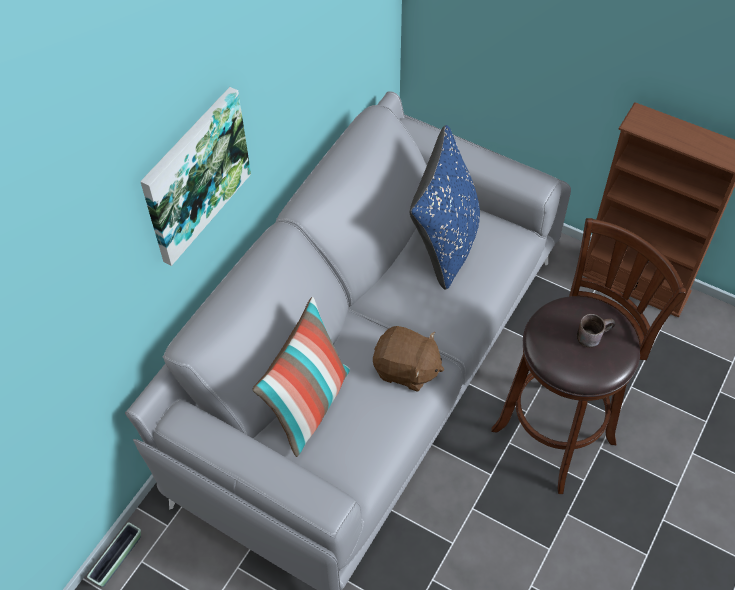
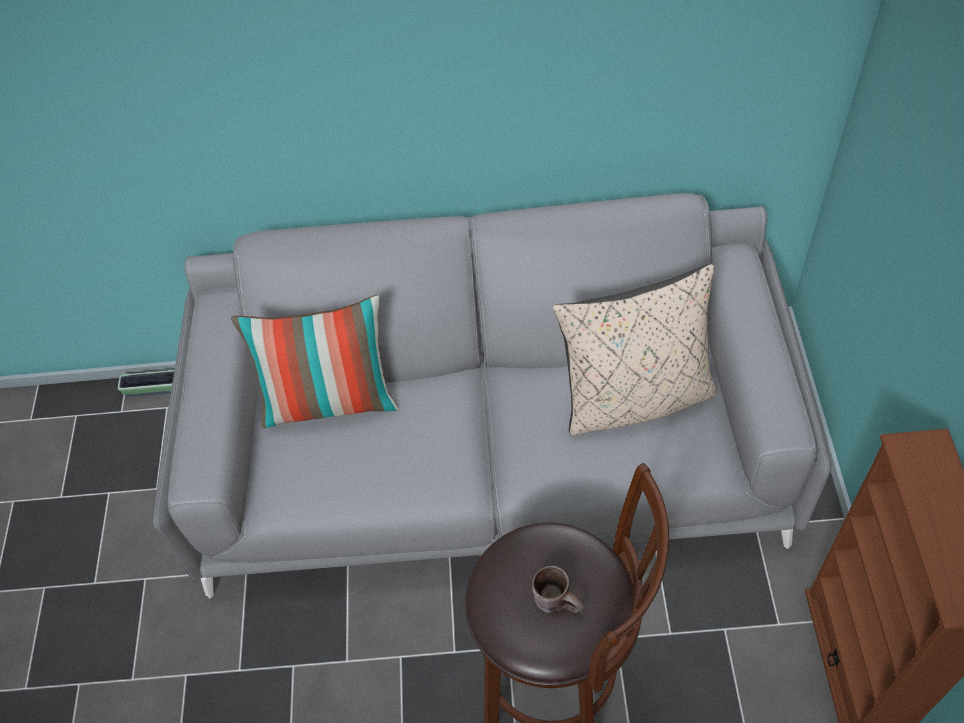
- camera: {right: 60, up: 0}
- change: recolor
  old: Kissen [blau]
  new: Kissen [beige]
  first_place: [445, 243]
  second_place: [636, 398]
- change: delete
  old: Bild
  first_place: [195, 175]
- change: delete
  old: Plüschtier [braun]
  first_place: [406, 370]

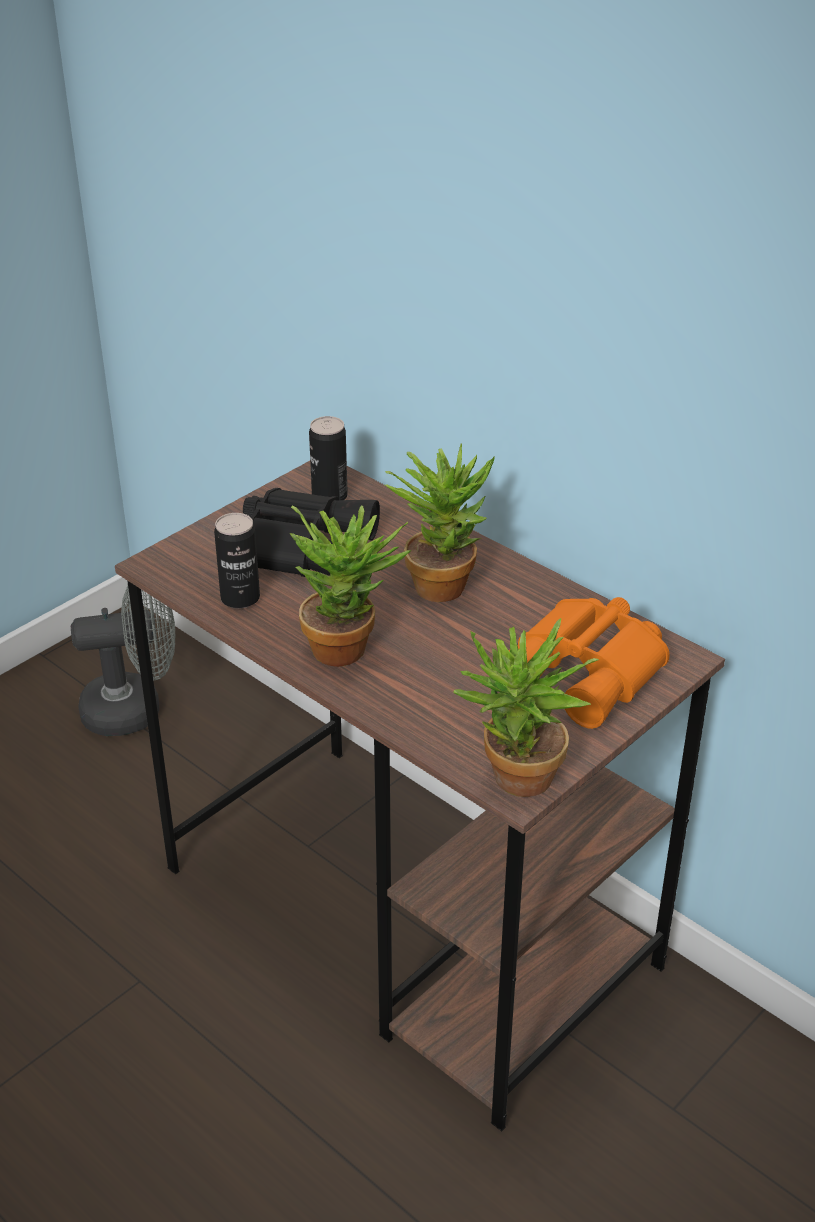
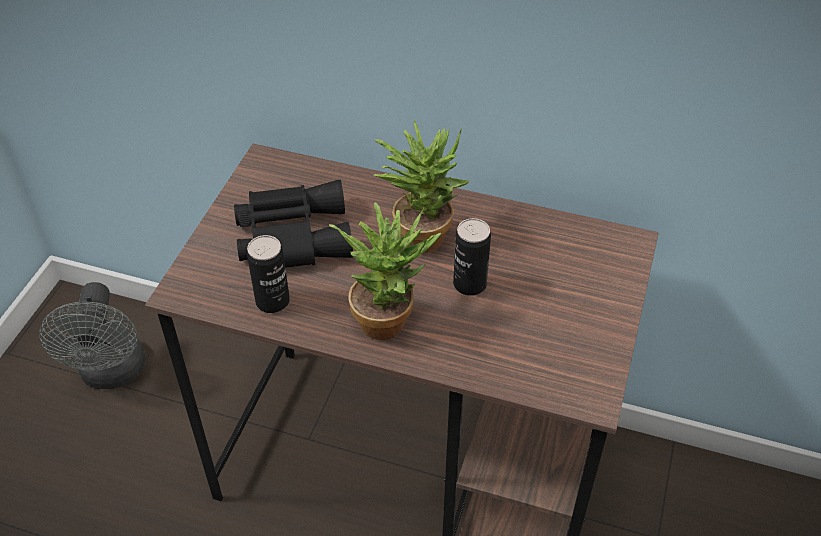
- camera: {right: -25, up: 10}
- change: rotate
  old: Ventilator [grau]
  first_place: [135, 709]
  second_place: [112, 374]
  degrees: 120
- change: move
  old: Dose
  first_place: [329, 496]
  second_place: [469, 284]
- change: delete
  old: Topfpflanze
  first_place: [515, 784]
- change: delete
  old: Fernglas [orange]
  first_place: [588, 672]

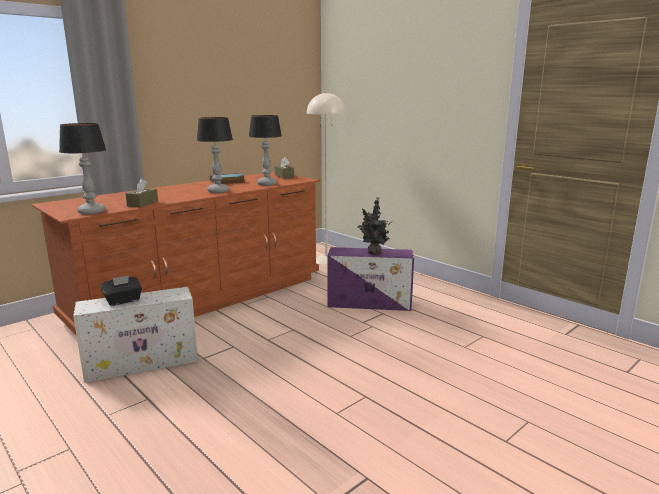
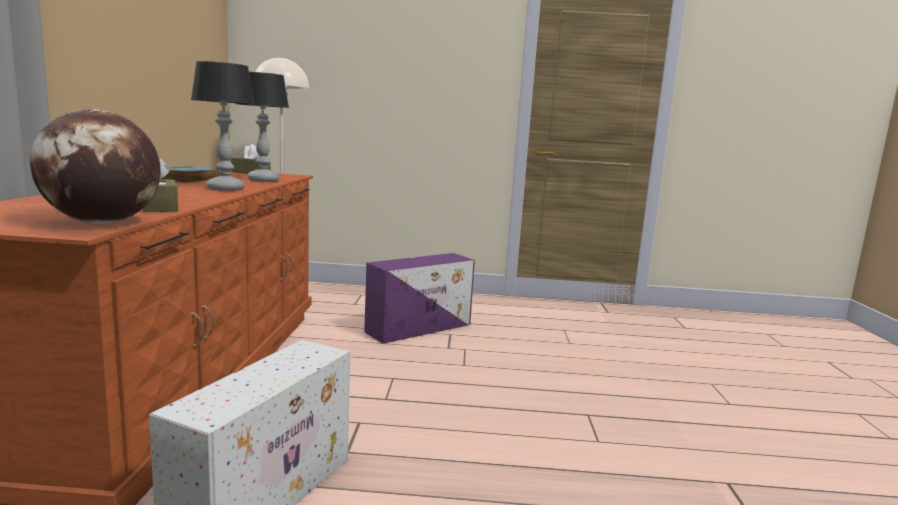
- camera: {right: -45, up: -5}
- change: replace
  old: Tischlampe
  new: Globus
  first_place: [92, 212]
  second_place: [103, 223]
- change: delete
  old: Taschentuchbox [schwarz]
  first_place: [123, 300]
- change: delete
  old: Topfpflanze
  first_place: [373, 253]

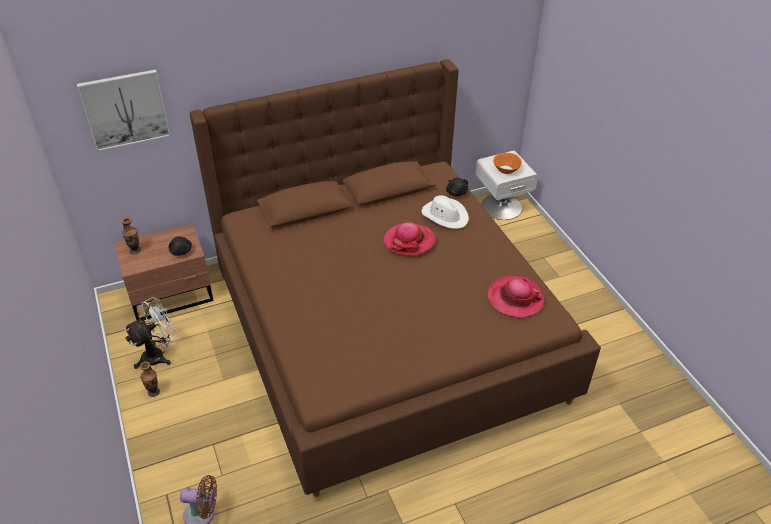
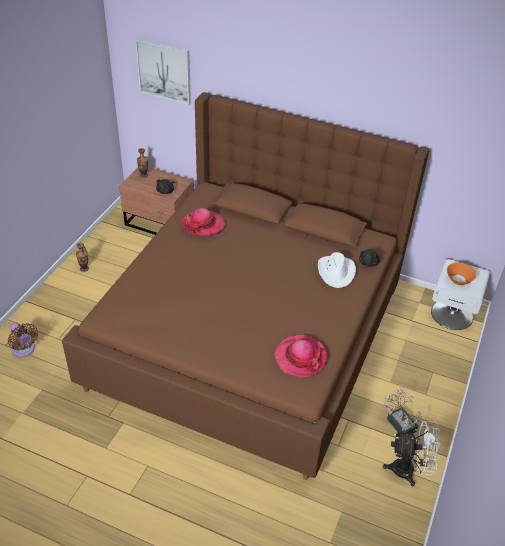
- camera: {right: 45, up: 0}
- change: move
  old: Hut
  first_place: [409, 241]
  second_place: [203, 225]
- change: insert
  new: Topfpflanze
  second_place: [399, 422]
- change: move
  old: Ventilator [weiß]
  first_place: [159, 355]
  second_place: [409, 470]

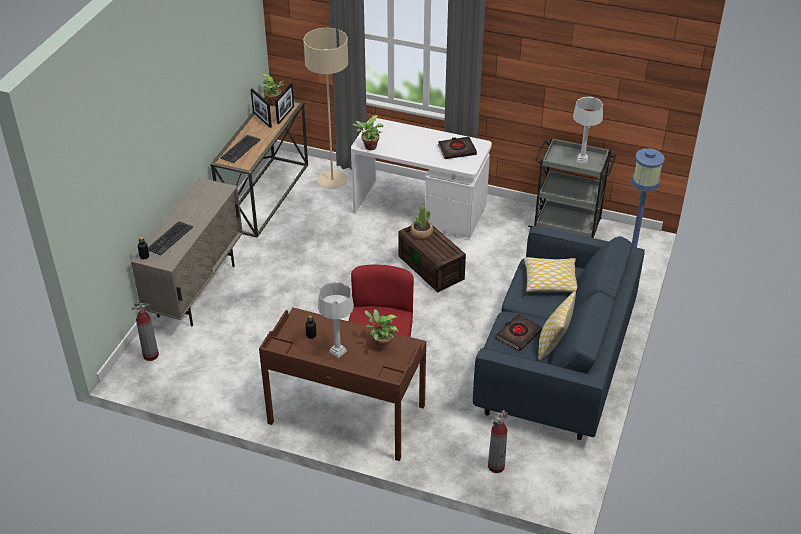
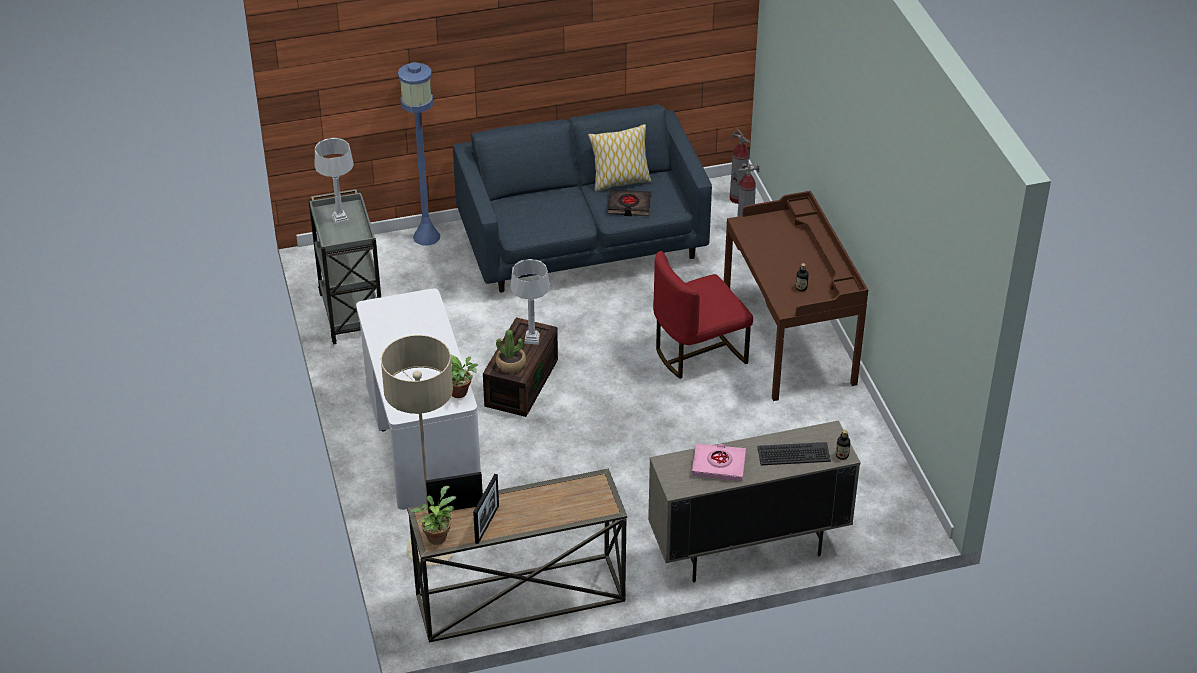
- camera: {right: -125, up: 0}
- change: move
  old: Tischlampe [grau]
  first_place: [338, 351]
  second_place: [531, 339]
- change: insert
  new: Buch [rosa]
  second_place: [718, 465]
- change: move
  old: Feuerlöscher
  first_place: [150, 355]
  second_place: [738, 198]
- change: delete
  old: Tastatur
  first_place: [240, 149]
- change: delete
  old: Topfpflanze
  first_place: [381, 345]
- change: delete
  old: Buch [schwarz]
  first_place: [457, 150]
- change: delete
  old: Kissen
  first_place: [550, 281]

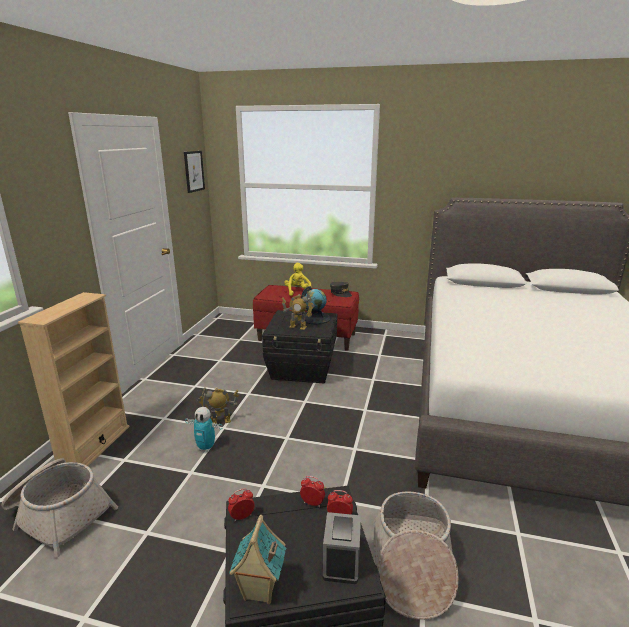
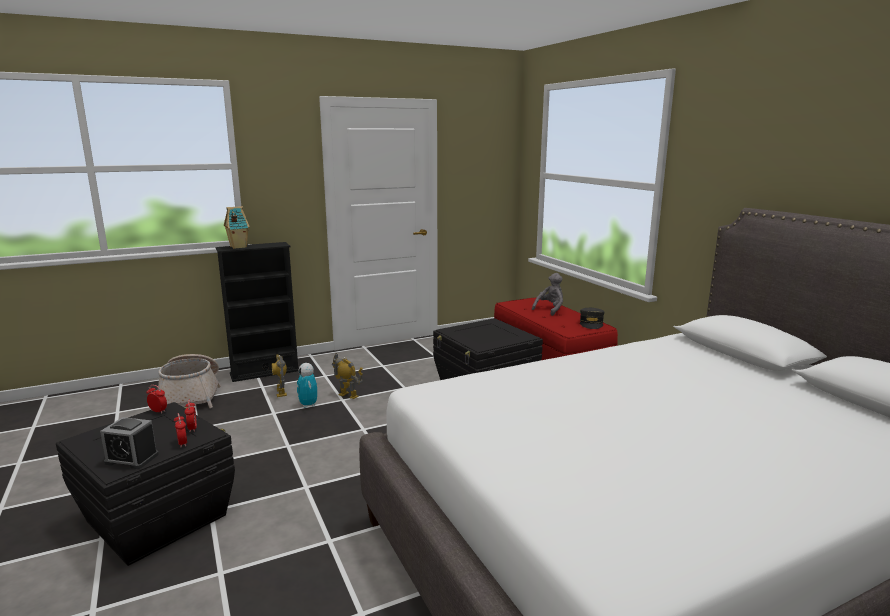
- camera: {right: 50, up: -5}
- change: rotate
  old: Wecker
  first_place: [341, 561]
  second_place: [132, 459]
  degrees: -135
- change: recolor
  old: Bücherregal [beige]
  new: Bücherregal [schwarz]
  first_place: [95, 447]
  second_place: [265, 372]
- change: move
  old: Spielzeughaus
  first_place: [259, 590]
  second_place: [238, 247]
- change: move
  old: Spielzeugroboter
  first_place: [298, 327]
  second_place: [281, 392]
- change: recolor
  old: Plüschtier [gelb]
  new: Plüschtier [grau]
  first_place: [297, 292]
  second_place: [550, 309]
- change: delete
  old: Bild
  first_place: [193, 171]
- change: delete
  old: Globus
  first_place: [315, 318]
- change: delete
  old: Korb
  first_place: [411, 566]

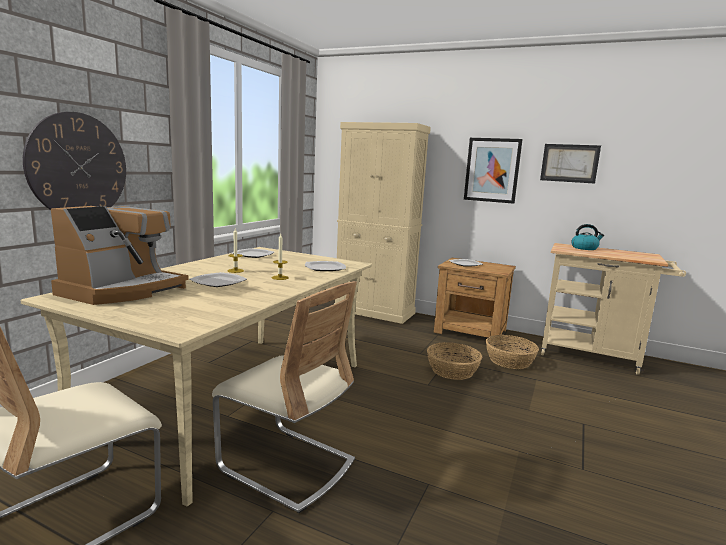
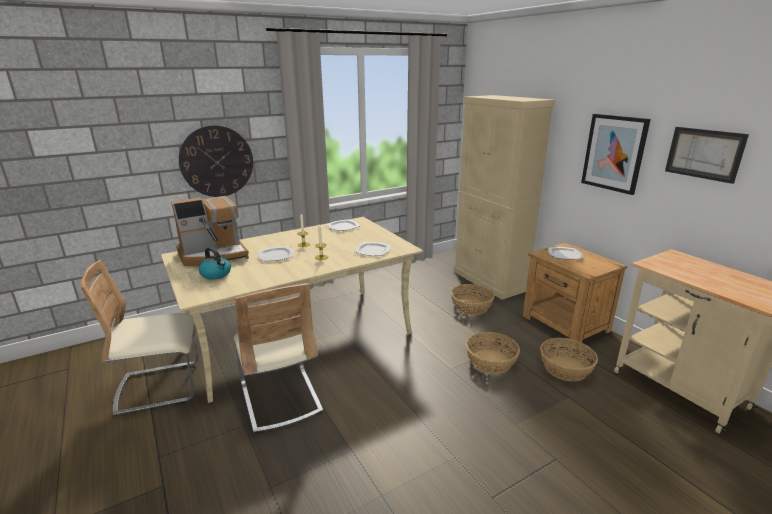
- camera: {right: 35, up: 10}
- change: move
  old: Wasserkessel
  first_place: [585, 248]
  second_place: [216, 274]
- change: insert
  new: Korb
  second_place: [471, 307]

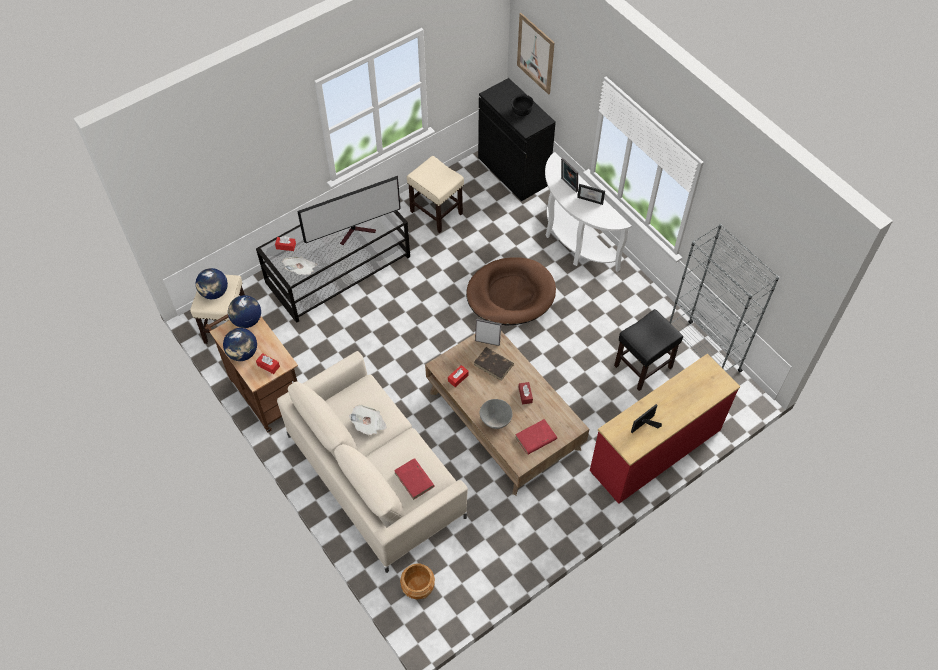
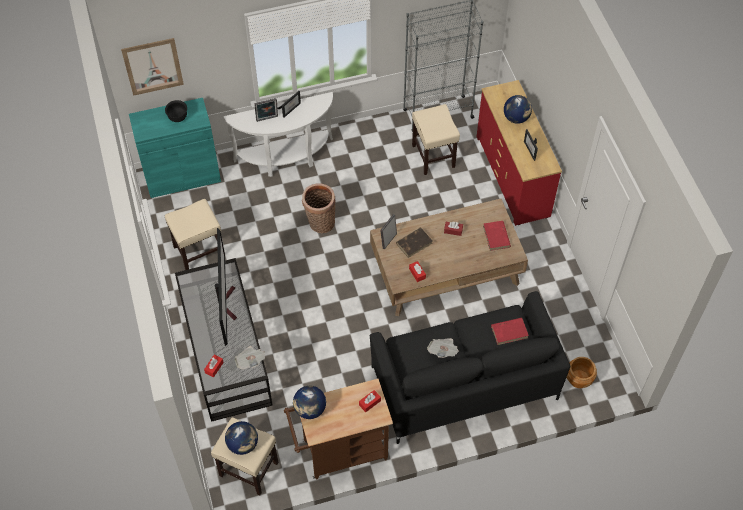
- camera: {right: -70, up: 0}
- change: recolor
  old: Schrank [schwarz]
  new: Schrank [türkis]
  first_place: [513, 171]
  second_place: [182, 176]
- change: replace
  old: Hundebett [braun]
  new: Korb
  first_place: [510, 294]
  second_place: [320, 223]
- change: recolor
  old: Sofa [beige]
  new: Sofa [schwarz]
  first_place: [375, 476]
  second_place: [464, 382]
- change: recolor
  old: Hocker [schwarz]
  new: Hocker [beige]
  first_place: [642, 367]
  second_place: [433, 156]
- change: move
  old: Globus
  first_place: [243, 353]
  second_place: [516, 118]
- change: delete
  old: Schüssel [grau]
  first_place: [495, 420]

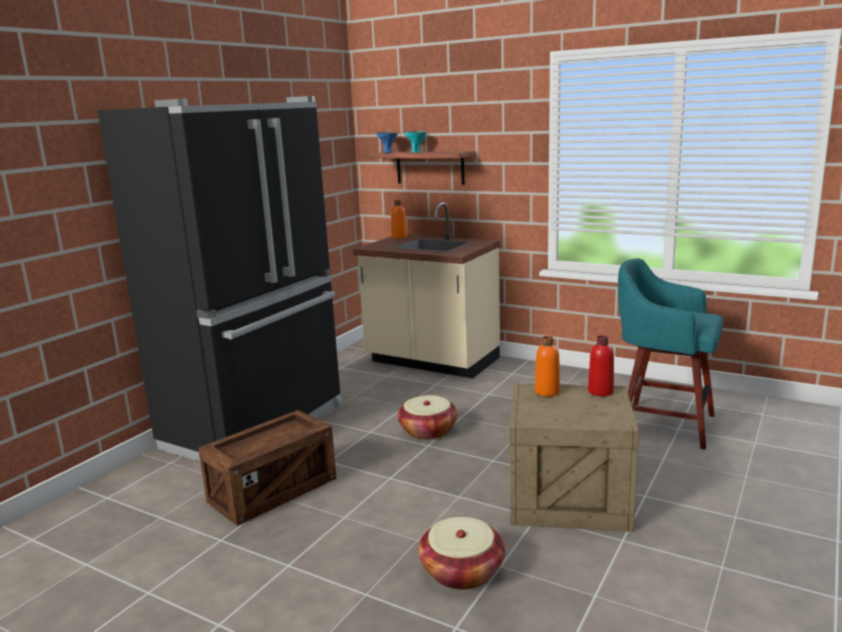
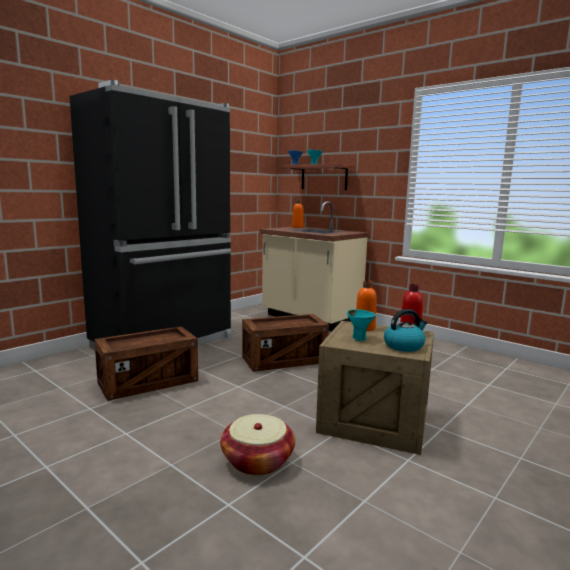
- camera: {right: 10, up: -5}
- change: replace
  old: Korb
  new: Kiste
  first_place: [428, 431]
  second_place: [284, 360]
- change: insert
  new: Schüssel [türkis]
  second_place: [359, 338]
- change: insert
  new: Wasserkessel
  second_place: [404, 346]
- change: delete
  old: Hocker [türkis]
  first_place: [662, 424]

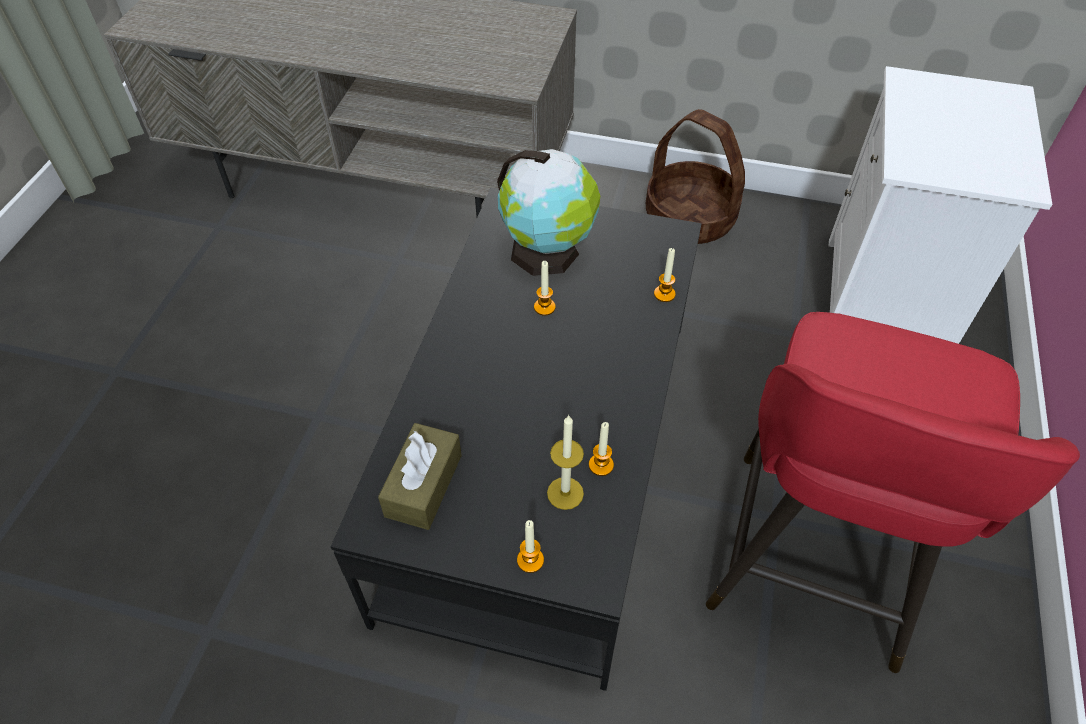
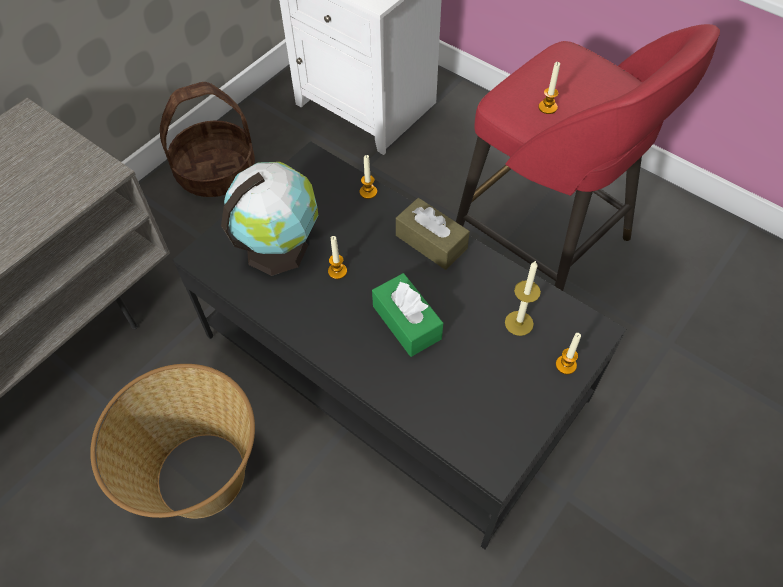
- camera: {right: -65, up: 5}
- change: insert
  new: Korb
  second_place: [199, 474]
- change: insert
  new: Taschentuchbox [grün]
  second_place: [406, 322]
- change: move
  old: Taschentuchbox [braun]
  first_place: [423, 485]
  second_place: [431, 242]
- change: move
  old: Kerze
  first_place: [601, 465]
  second_place: [547, 107]

